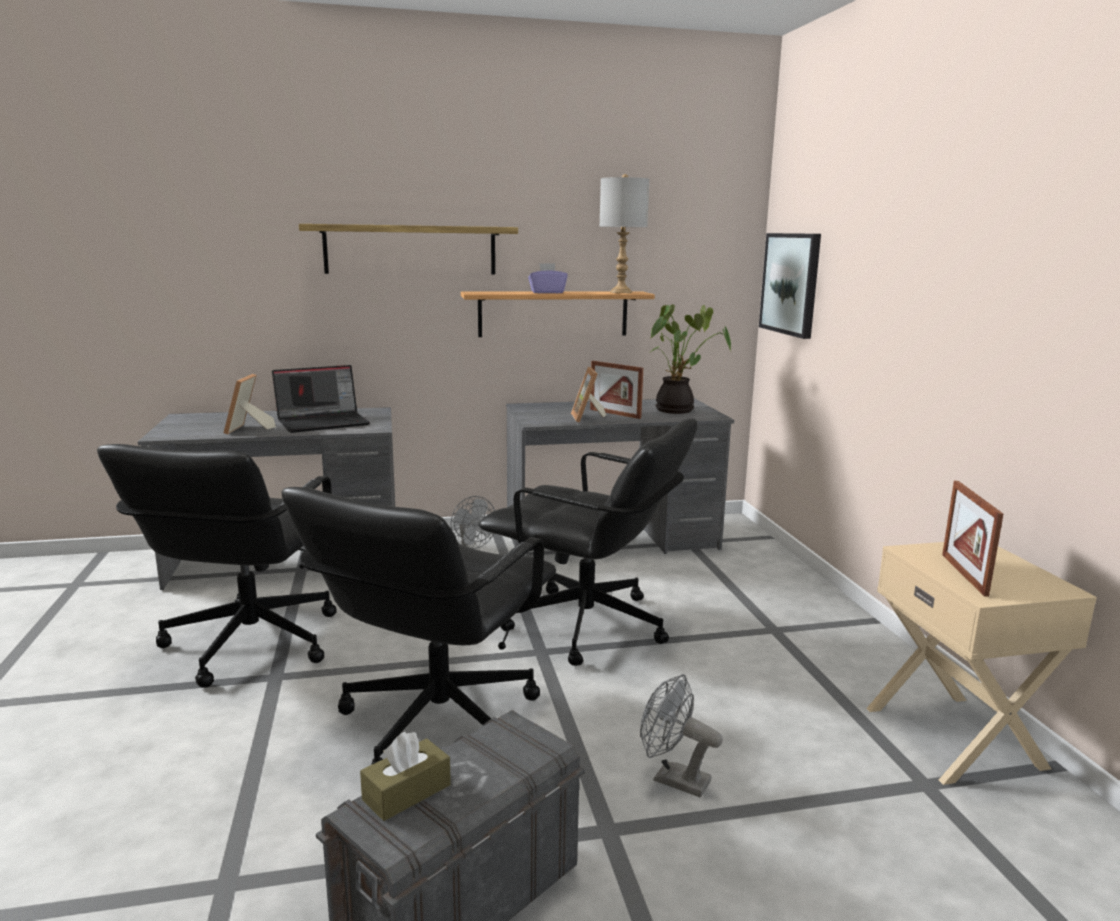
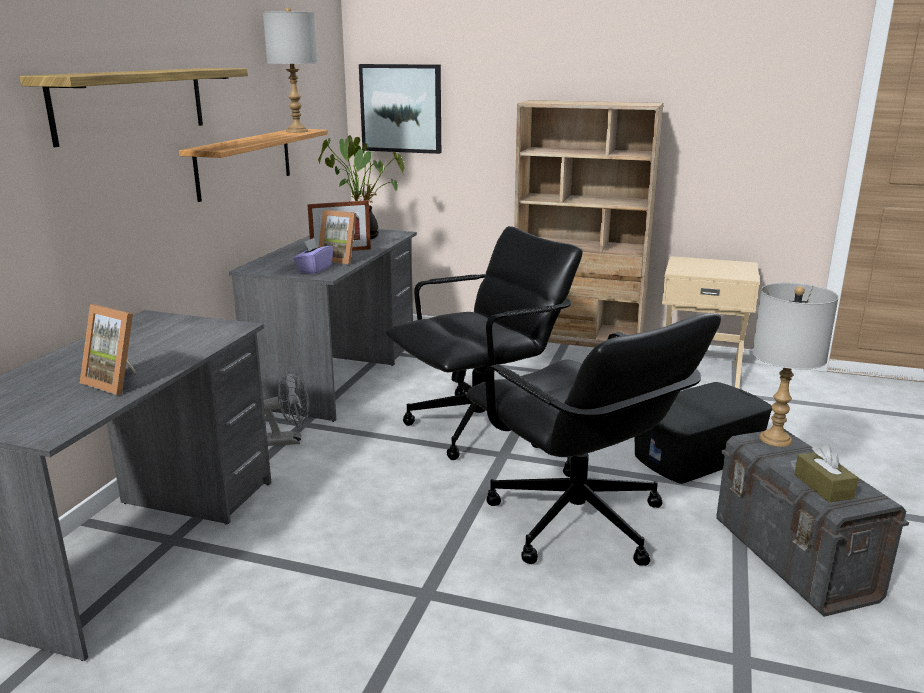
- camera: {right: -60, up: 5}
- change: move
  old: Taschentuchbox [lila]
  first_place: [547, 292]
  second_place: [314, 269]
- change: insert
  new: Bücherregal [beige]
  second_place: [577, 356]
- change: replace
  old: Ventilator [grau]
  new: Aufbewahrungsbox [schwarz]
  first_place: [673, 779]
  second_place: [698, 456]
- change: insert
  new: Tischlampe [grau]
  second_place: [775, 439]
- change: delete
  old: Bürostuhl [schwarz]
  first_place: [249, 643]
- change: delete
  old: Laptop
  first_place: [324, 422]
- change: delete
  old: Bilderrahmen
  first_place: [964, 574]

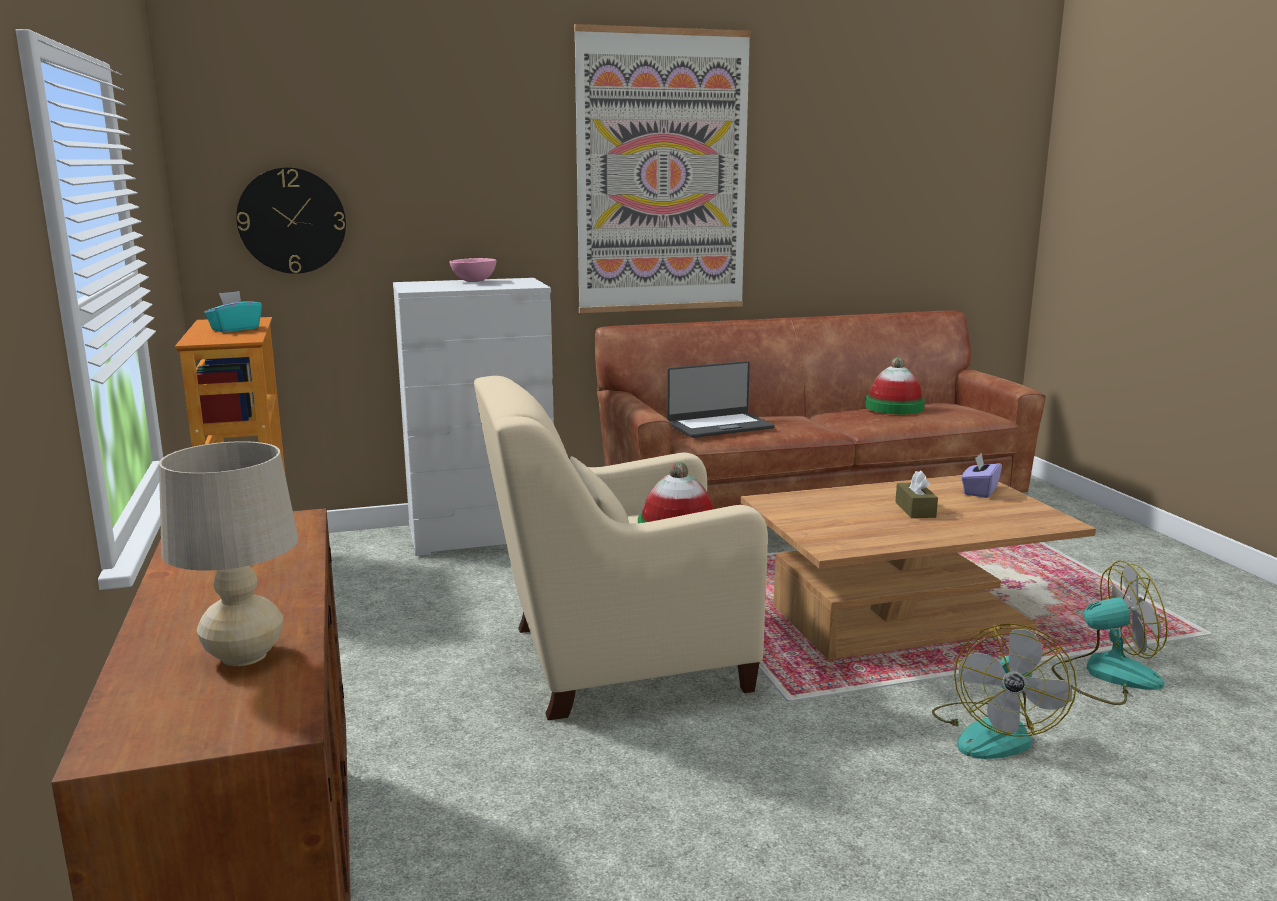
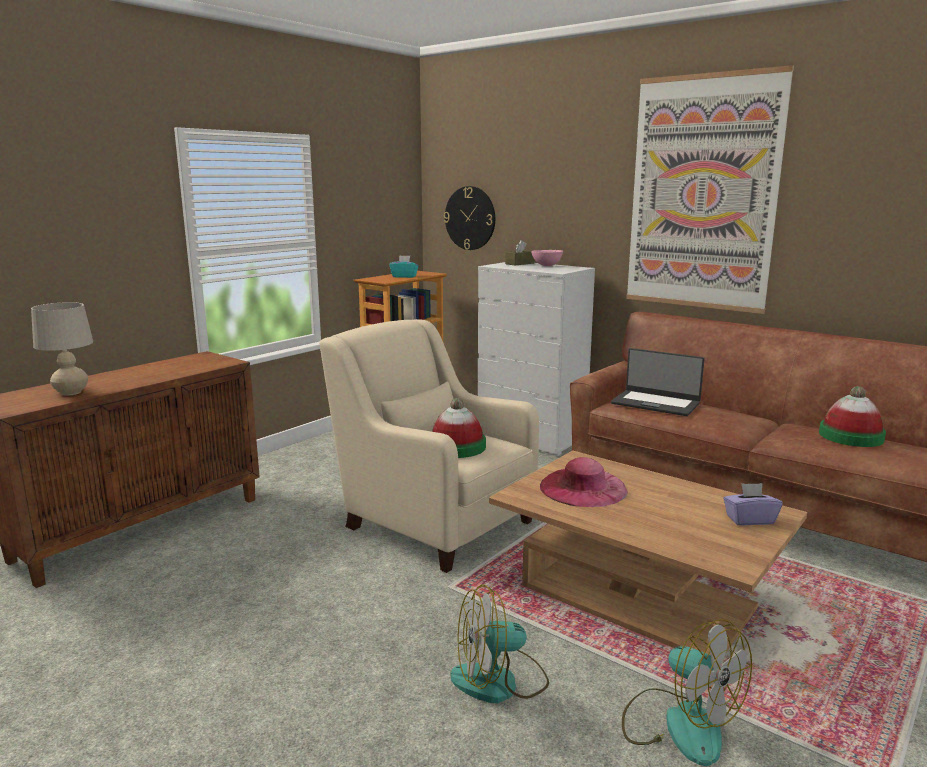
- camera: {right: 55, up: 0}
- change: move
  old: Taschentuchbox [braun]
  first_place: [915, 510]
  second_place: [519, 263]
- change: insert
  new: Hut [rosa]
  second_place: [583, 488]

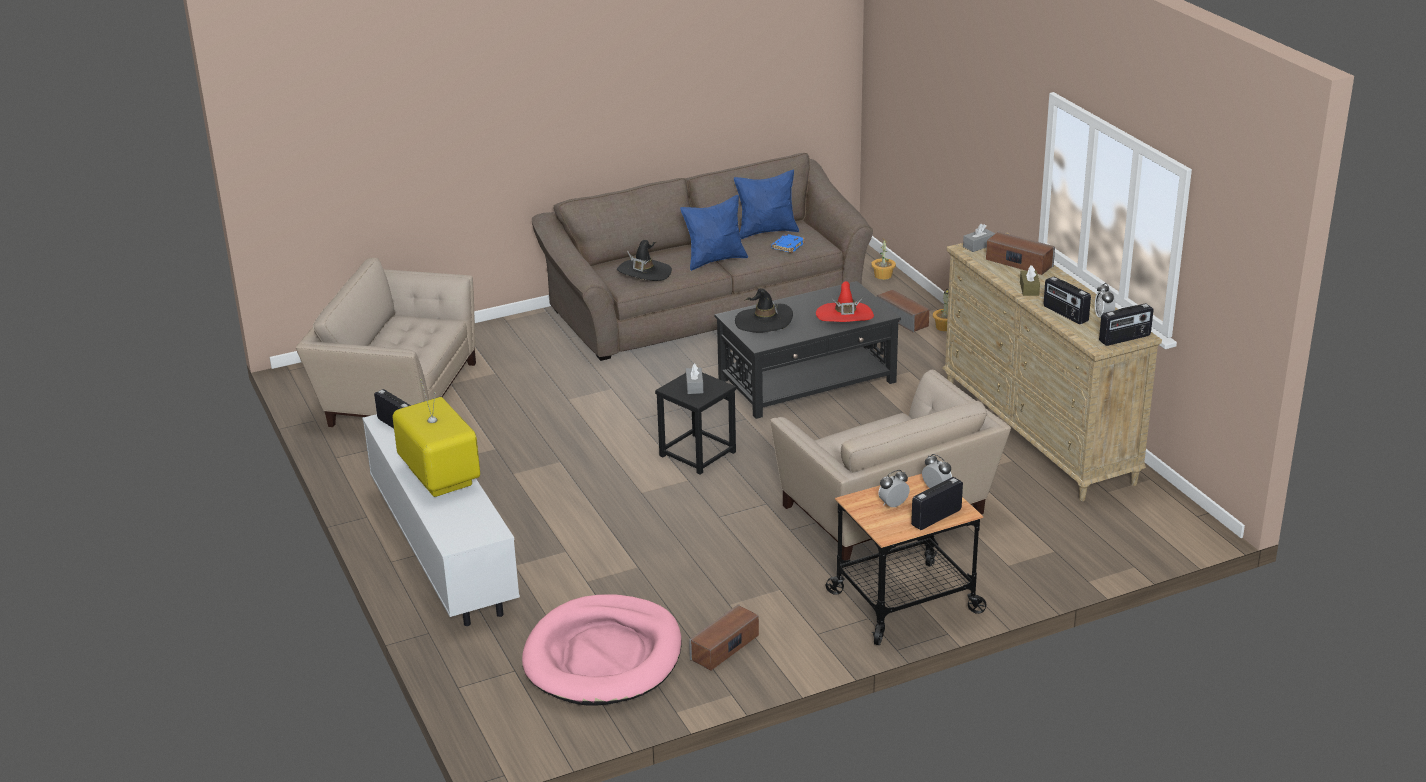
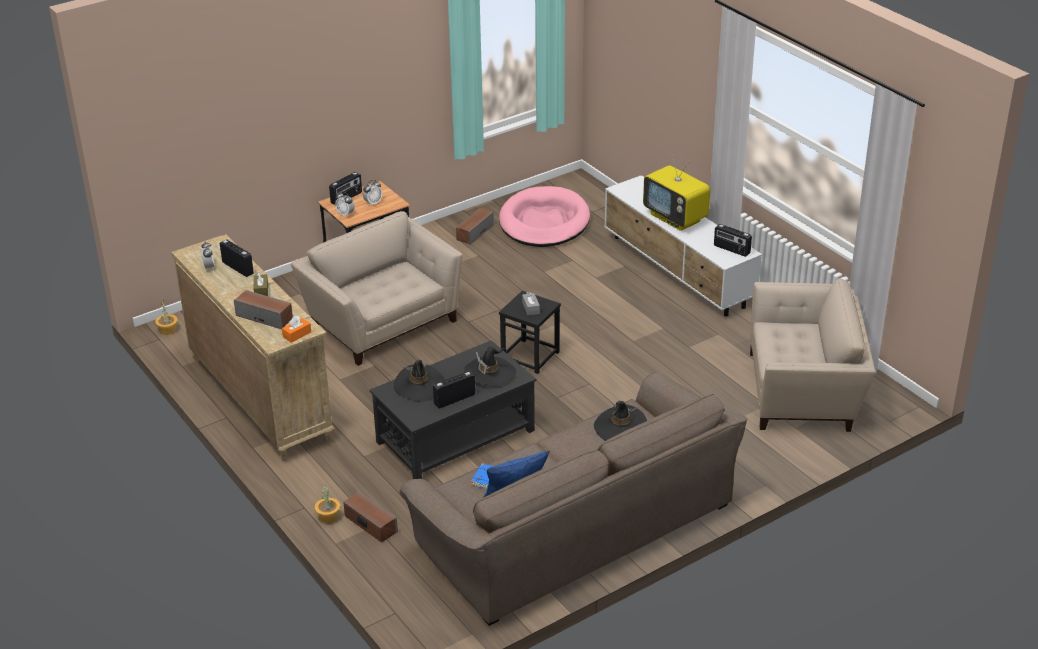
- camera: {right: 170, up: 5}
- change: move
  old: Topfpflanze
  first_place: [882, 275]
  second_place: [168, 330]
- change: recolor
  old: Taschentuchbox [grau]
  new: Taschentuchbox [orange]
  first_place: [978, 245]
  second_place: [297, 334]
- change: recolor
  old: Hut [rot]
  new: Hut [schwarz]
  first_place: [844, 316]
  second_place: [419, 386]
- change: move
  old: Radio
  first_place: [1125, 339]
  second_place: [454, 399]
- change: delete
  old: Kissen [blau]
  first_place: [715, 260]

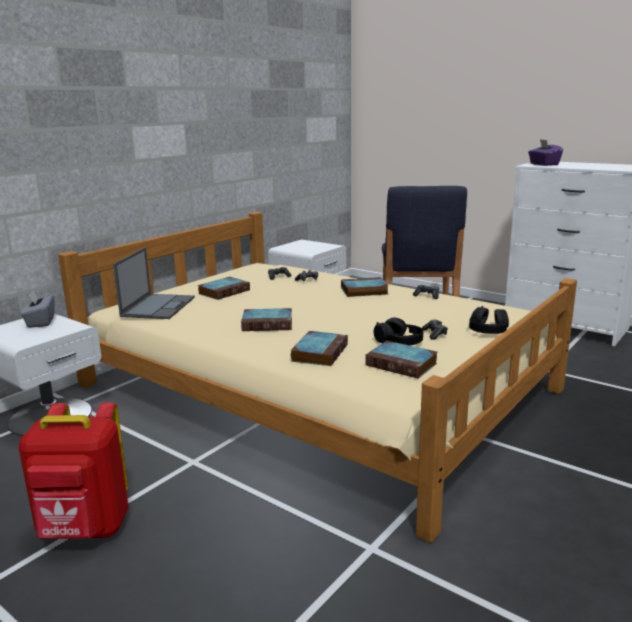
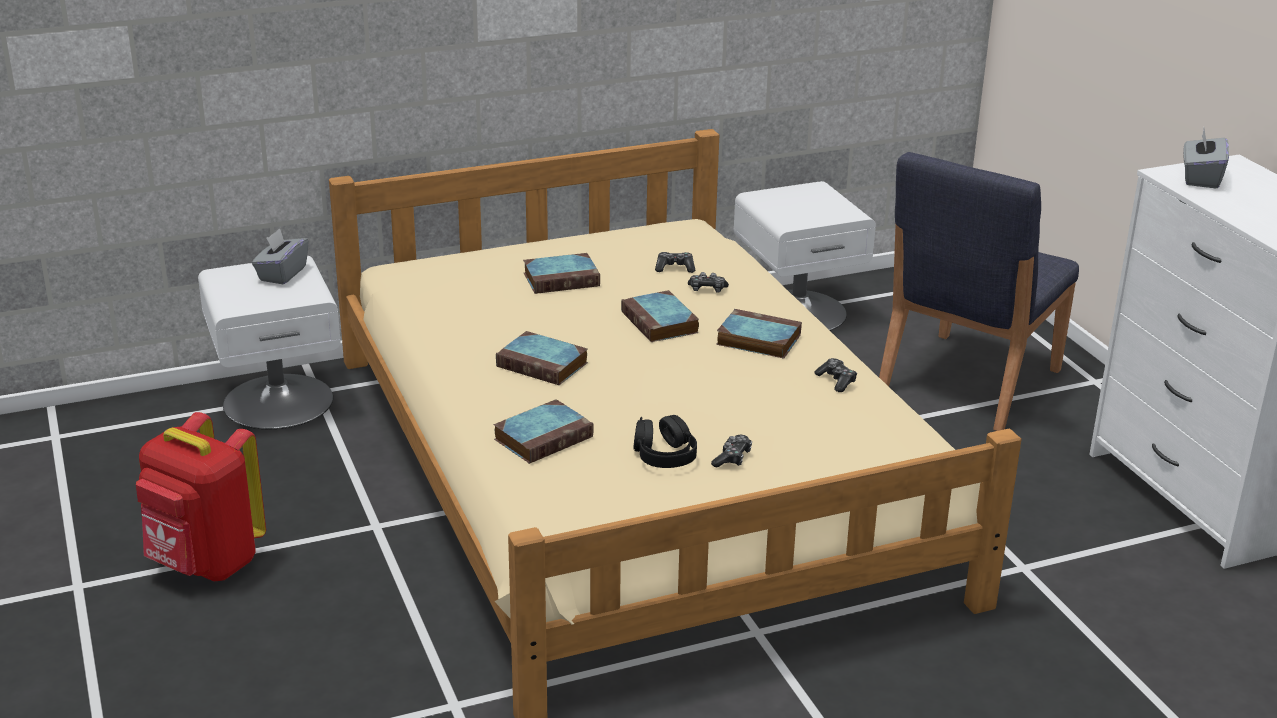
- camera: {right: 30, up: 10}
- change: move
  old: Buch
  first_place: [403, 364]
  second_place: [661, 323]
- change: recolor
  old: Taschentuchbox [lila]
  new: Taschentuchbox [grau]
  first_place: [543, 164]
  second_place: [1200, 178]
- change: delete
  old: Laptop
  first_place: [158, 306]
- change: delete
  old: Kopfhörer [schwarz]
  first_place: [488, 330]

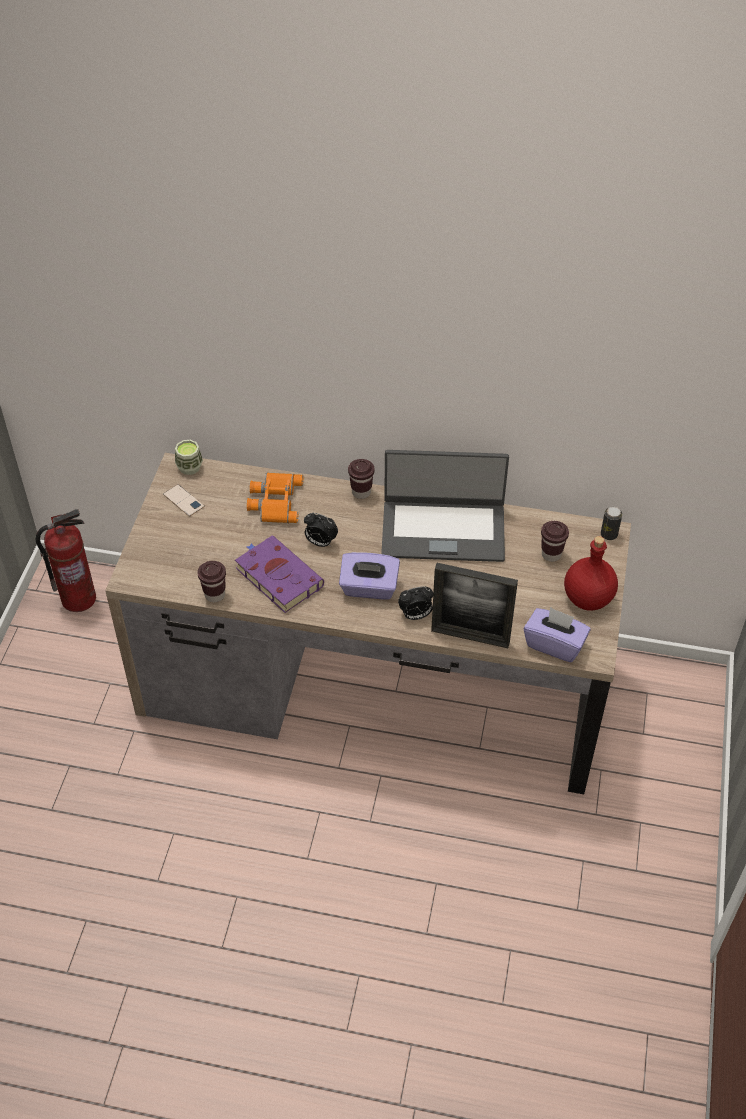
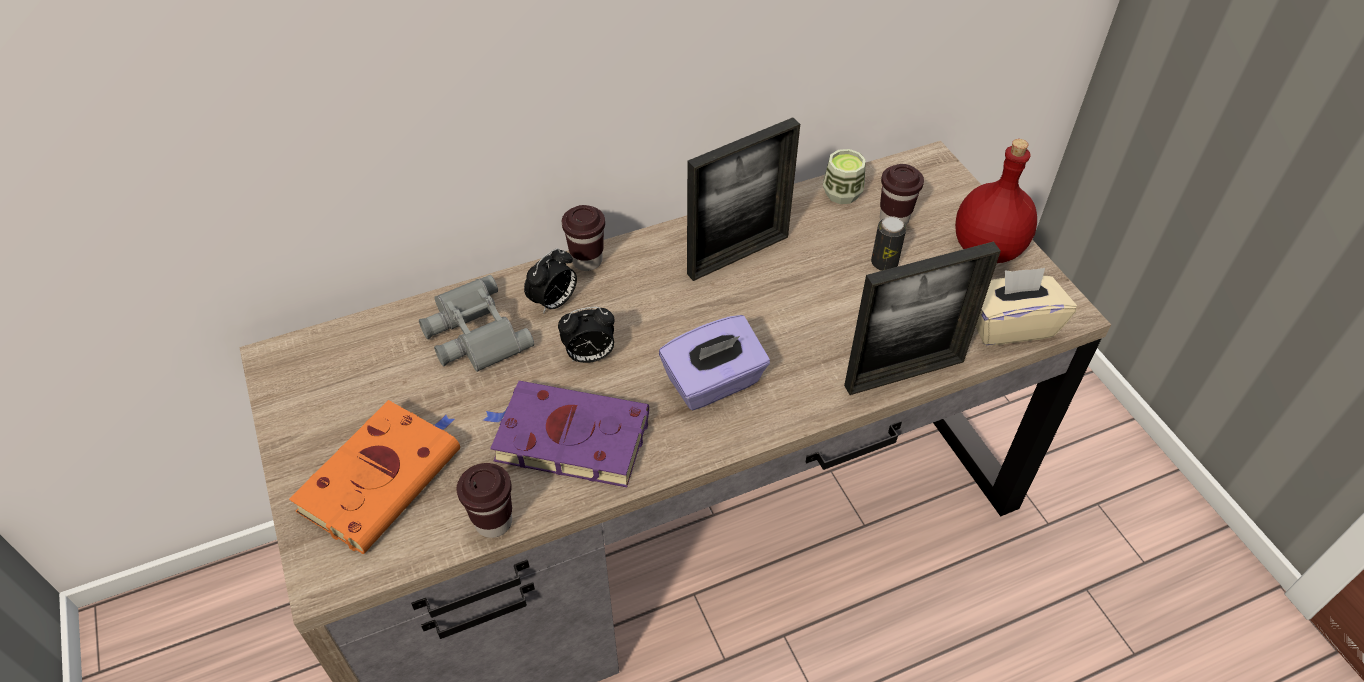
- camera: {right: -35, up: 0}
- change: insert
  new: Buch [orange]
  second_place: [383, 477]
- change: recolor
  old: Fernglas [orange]
  new: Fernglas [grau]
  first_place: [274, 501]
  second_place: [472, 333]
- change: move
  old: Wecker
  first_place: [415, 615]
  second_place: [554, 303]
- change: replace
  old: Laptop
  new: Bilderrahmen
  first_place: [443, 530]
  second_place: [738, 255]
- change: move
  old: Tasse
  first_place: [189, 467]
  second_place: [842, 193]
- change: move
  old: Dose
  first_place: [609, 534]
  second_place: [884, 263]
- change: recolor
  old: Taschentuchbox [lila]
  new: Taschentuchbox [beige]
  first_place: [554, 644]
  second_place: [1010, 325]
- change: delete
  old: Feuerlöscher
  first_place: [79, 598]
- change: delete
  old: Handy
  first_place: [183, 500]

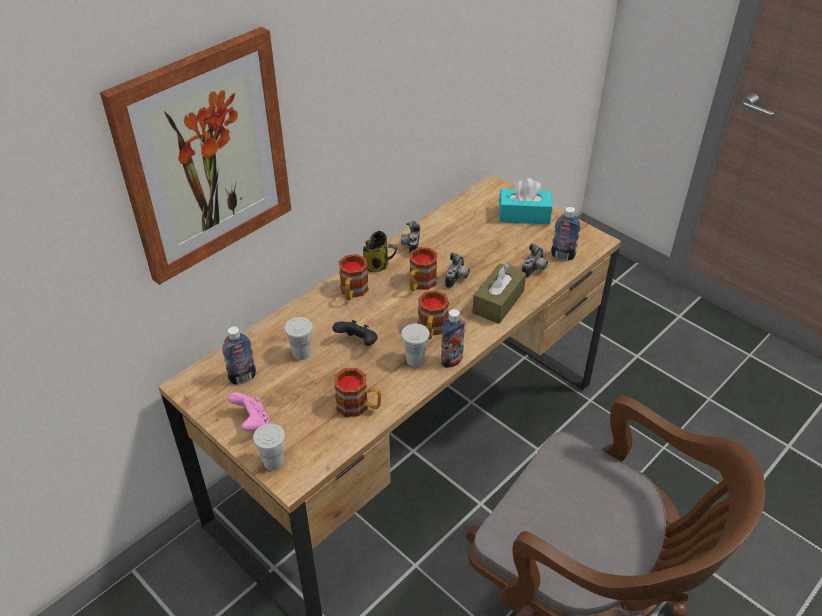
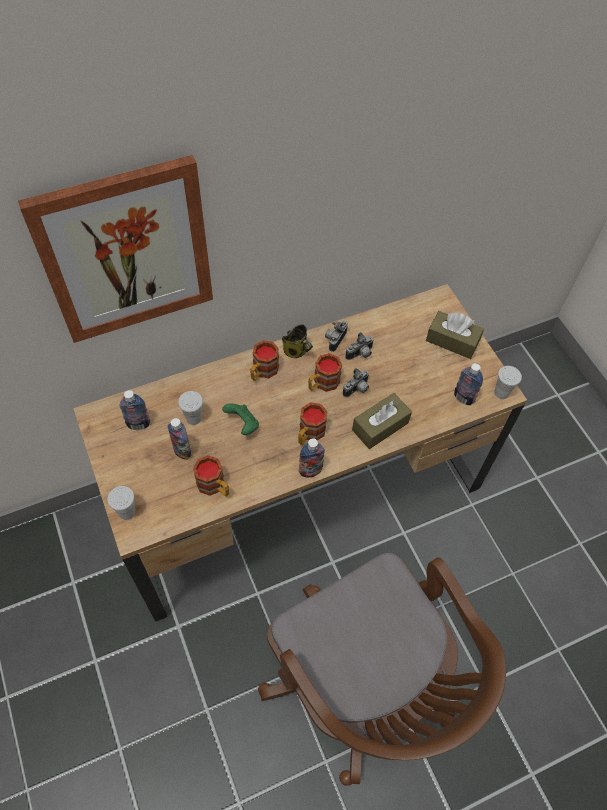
- camera: {right: 20, up: 15}
- change: insert
  new: Flasche
  second_place: [182, 451]
- change: recolor
  old: Gamepad [schwarz]
  new: Gamepad [grün]
  first_place: [358, 343]
  second_place: [243, 424]
- change: move
  old: Kamera
  first_place: [535, 270]
  second_place: [360, 354]
- change: recolor
  old: Taschentuchbox [türkis]
  new: Taschentuchbox [braun]
  first_place: [524, 215]
  second_place: [452, 341]
- change: move
  old: Tasse [weiß]
  first_place: [415, 360]
  second_place: [501, 393]
- change: delete
  old: Gamepad [rosa]
  first_place: [252, 422]

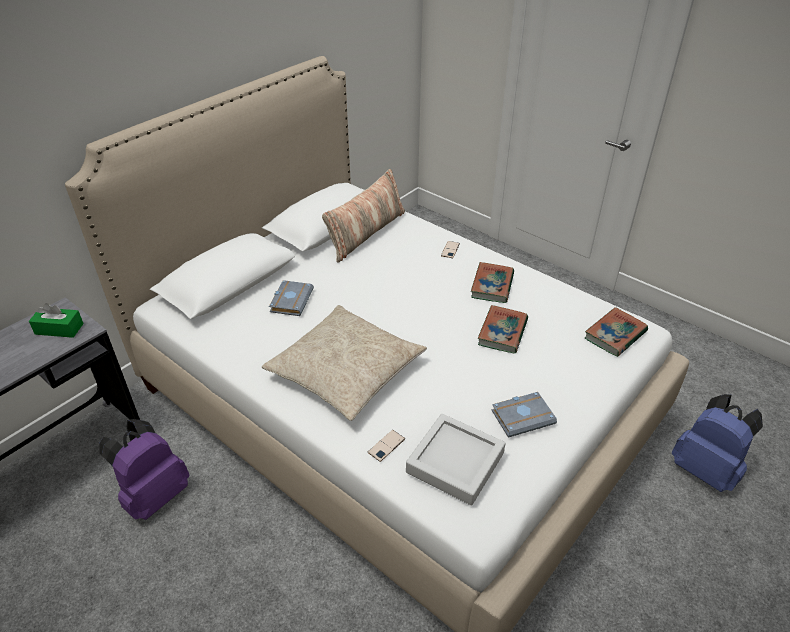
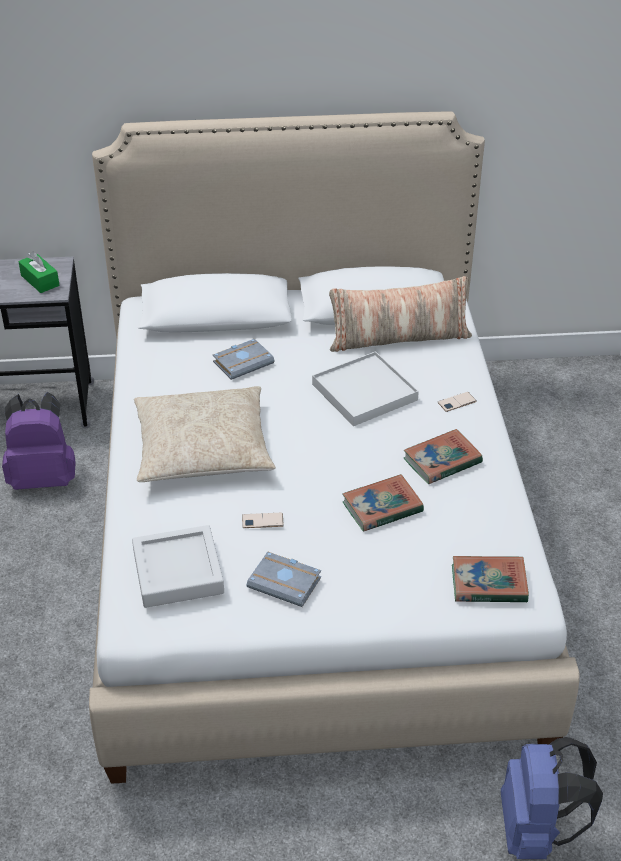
- camera: {right: 45, up: 0}
- change: move
  old: Handy
  first_place: [386, 446]
  second_place: [262, 521]
- change: insert
  new: Tablett [weiß]
  second_place: [364, 392]

